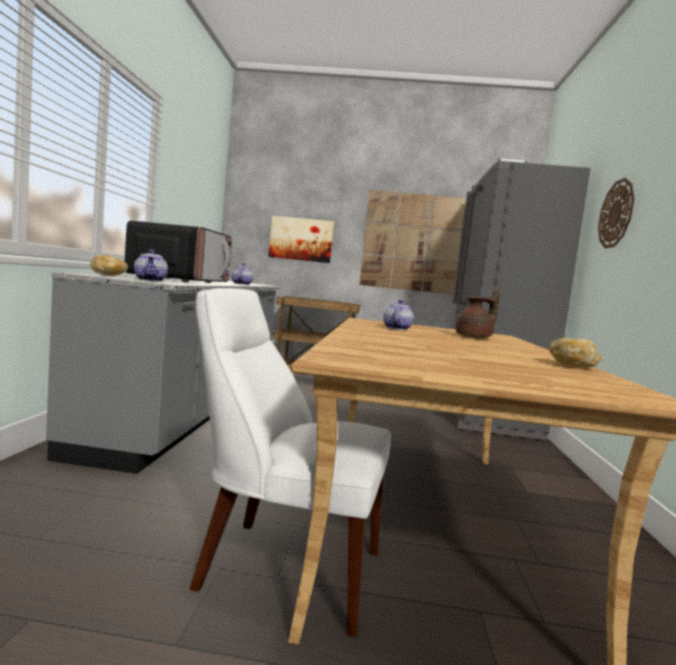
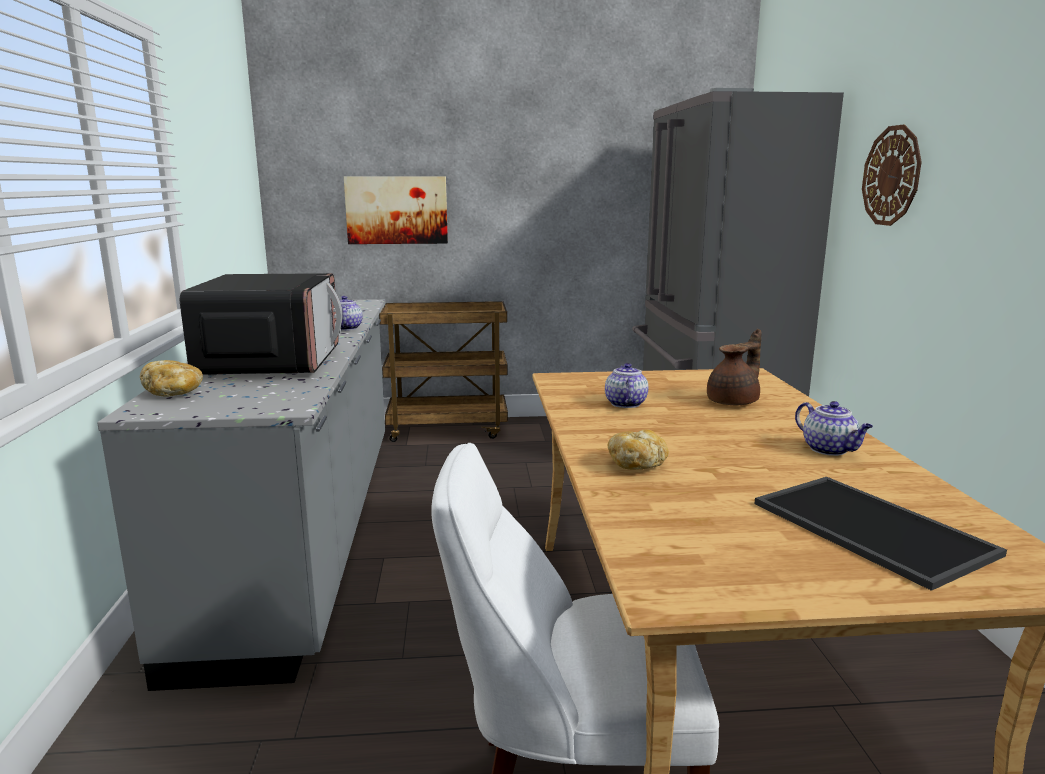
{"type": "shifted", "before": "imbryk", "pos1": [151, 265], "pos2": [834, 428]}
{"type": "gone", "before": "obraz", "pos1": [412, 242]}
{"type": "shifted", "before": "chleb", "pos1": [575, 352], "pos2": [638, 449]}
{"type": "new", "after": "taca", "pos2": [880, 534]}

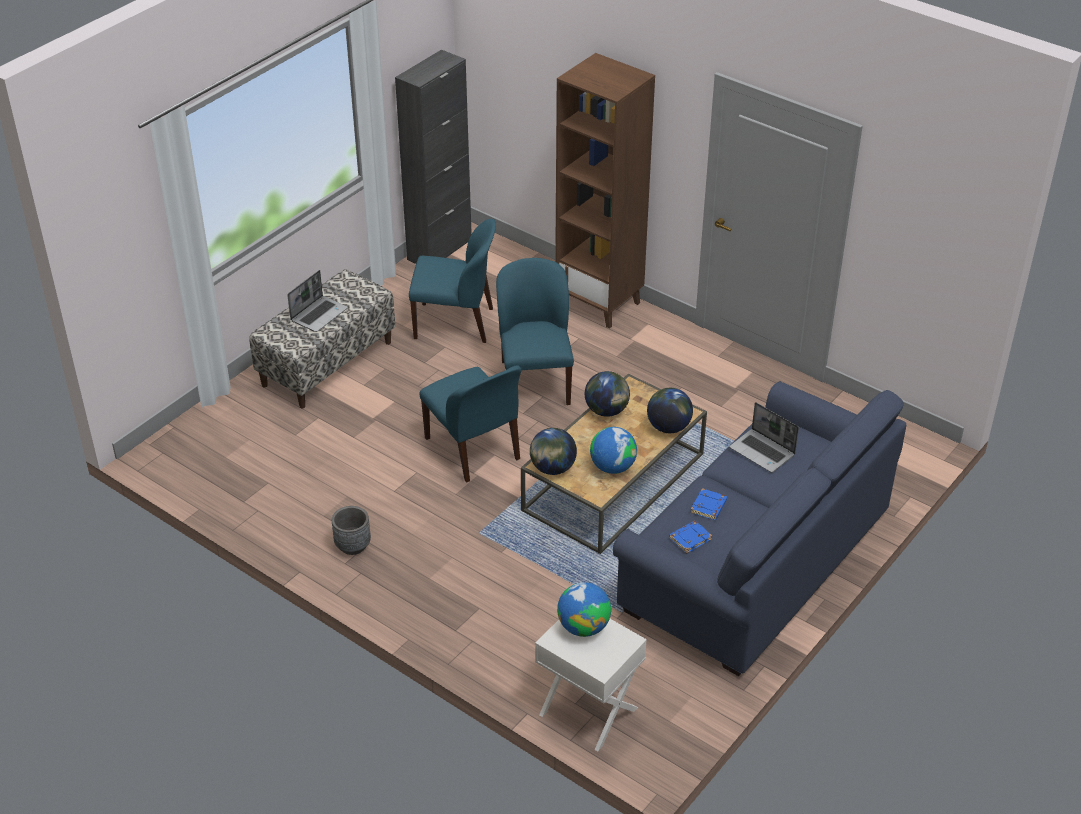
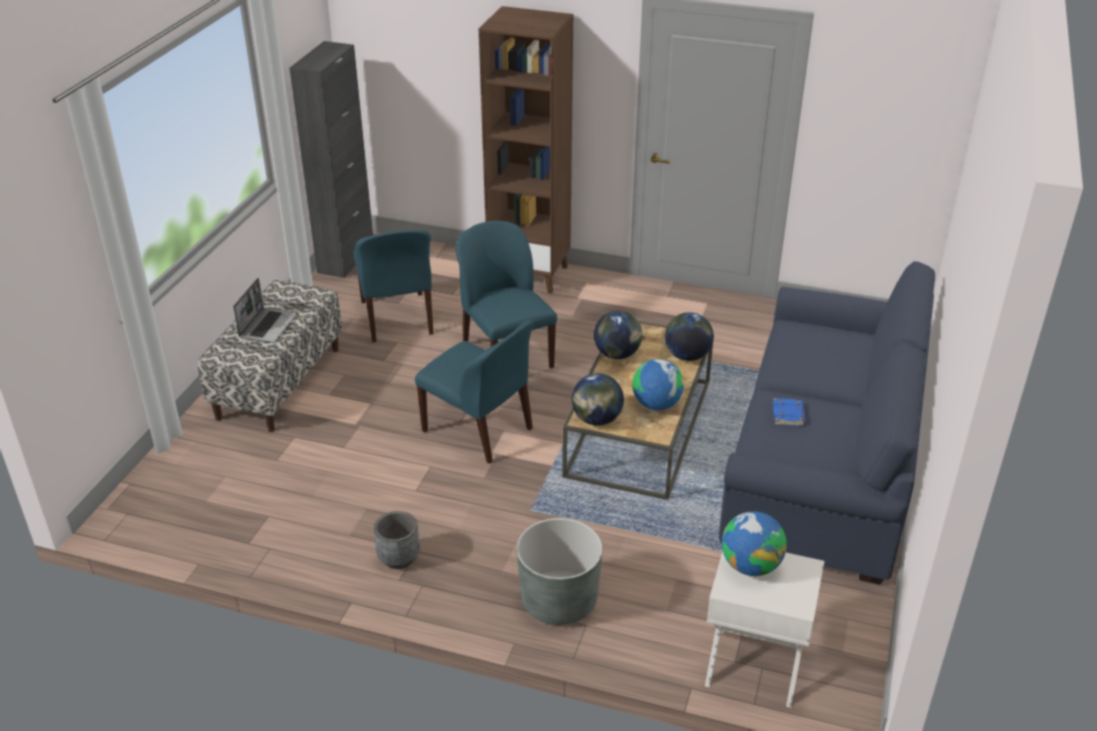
{"type": "rotated", "before": "krzesło (niebieski)", "pos1": [452, 281], "pos2": [394, 286], "turn": 90}
{"type": "gone", "before": "książka (niebieski)", "pos1": [690, 537]}
{"type": "gone", "before": "laptop", "pos1": [764, 437]}
{"type": "new", "after": "donica (szary)", "pos2": [560, 571]}

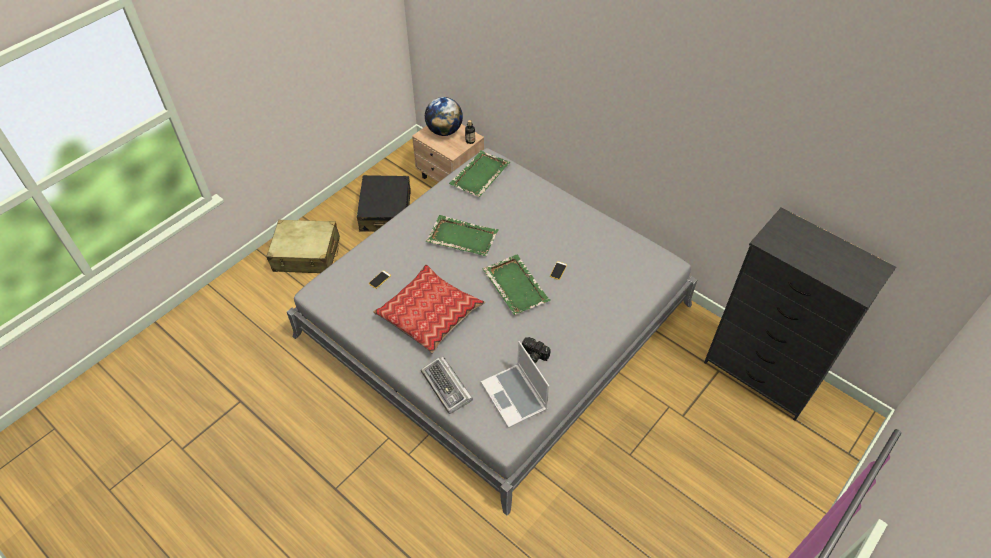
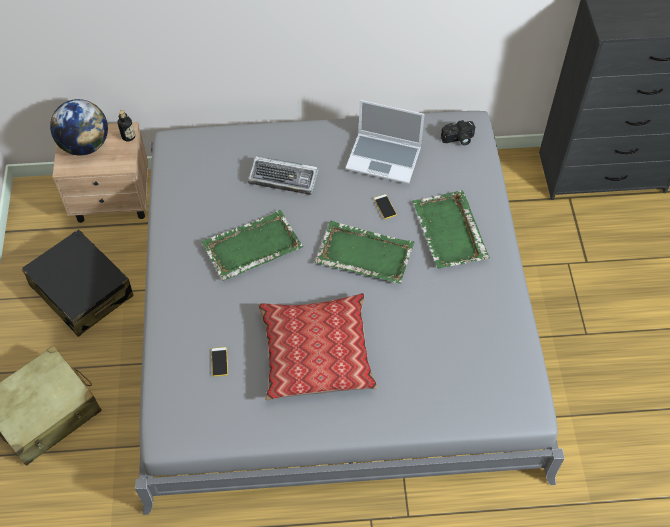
{"type": "shifted", "before": "klawiatura", "pos1": [447, 385], "pos2": [283, 175]}
{"type": "shifted", "before": "taca (zielony)", "pos1": [479, 173], "pos2": [451, 229]}
{"type": "shifted", "before": "laptop", "pos1": [515, 384], "pos2": [385, 142]}
{"type": "shifted", "before": "aparat fotograficzny", "pos1": [536, 350], "pos2": [458, 132]}

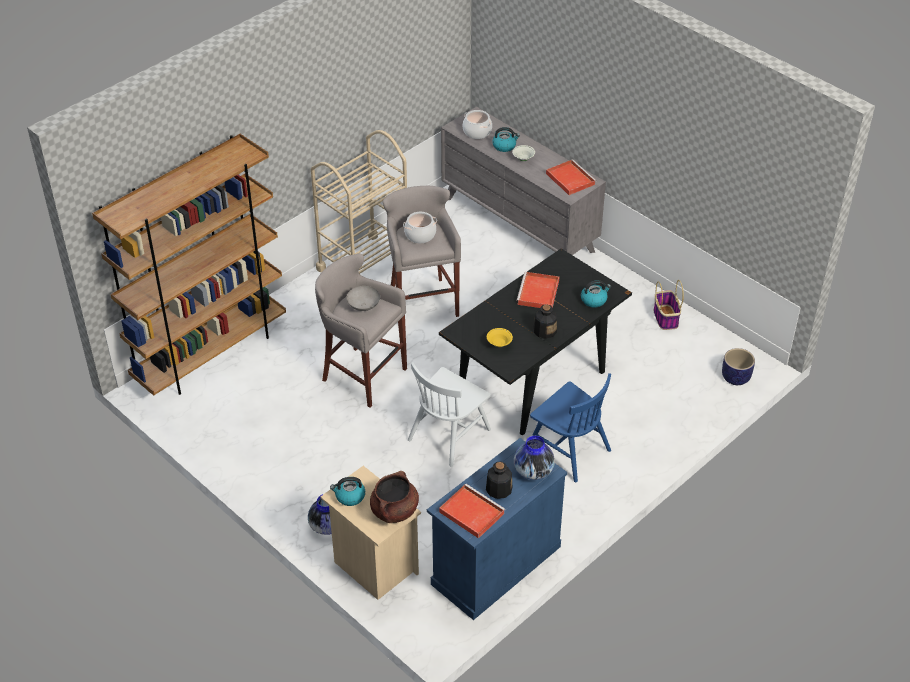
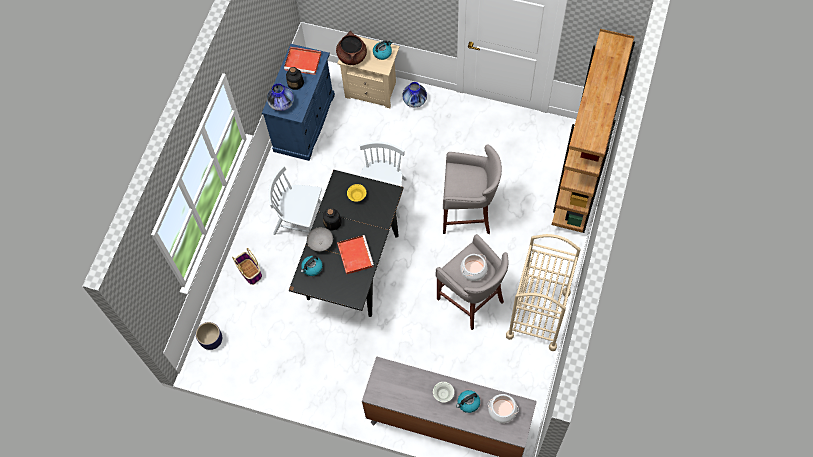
{"type": "shifted", "before": "miska (szary)", "pos1": [363, 298], "pos2": [320, 239]}
{"type": "repainted", "before": "krzesło (niebieski)", "after": "krzesło (biały)", "pos1": [570, 427], "pos2": [295, 200]}
{"type": "gone", "before": "taca (czerwony)", "pos1": [571, 177]}
{"type": "shifted", "before": "koszyk", "pos1": [669, 305], "pos2": [247, 266]}

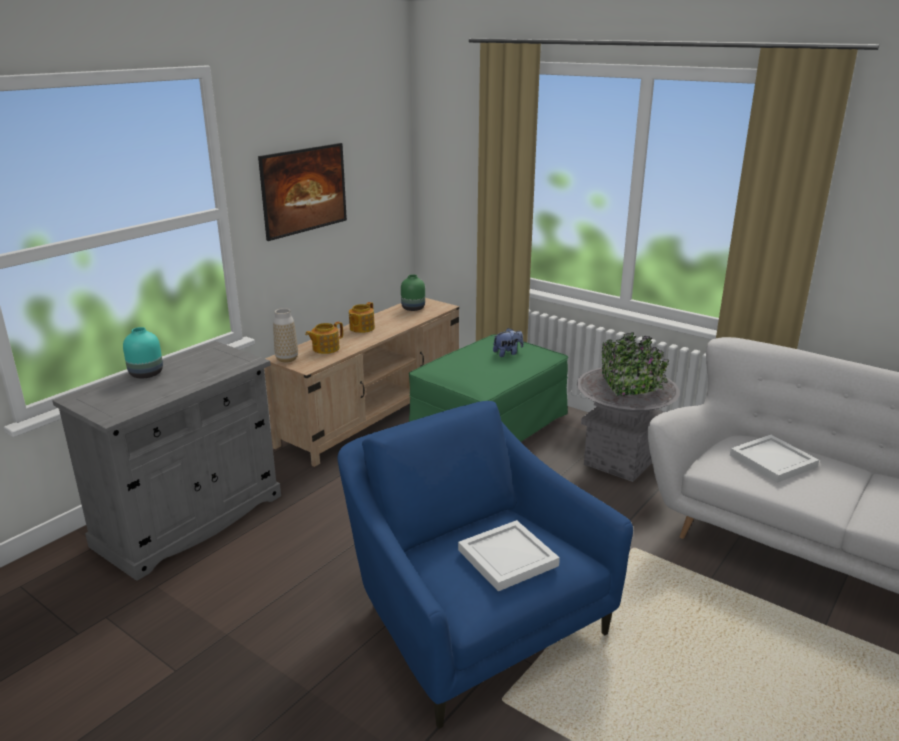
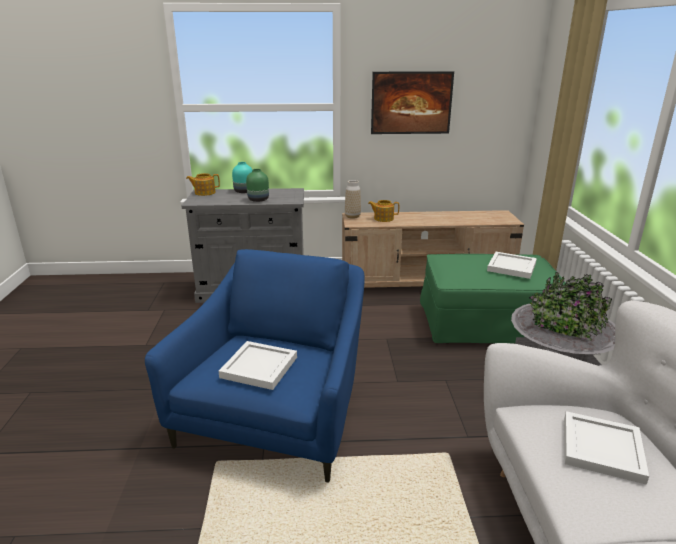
{"type": "shifted", "before": "imbryk", "pos1": [362, 317], "pos2": [203, 184]}
{"type": "shifted", "before": "wazon (zielony)", "pos1": [413, 292], "pos2": [257, 185]}
{"type": "swapped", "before": "pluszak", "after": "taca (biały)", "pos1": [508, 342], "pos2": [512, 265]}

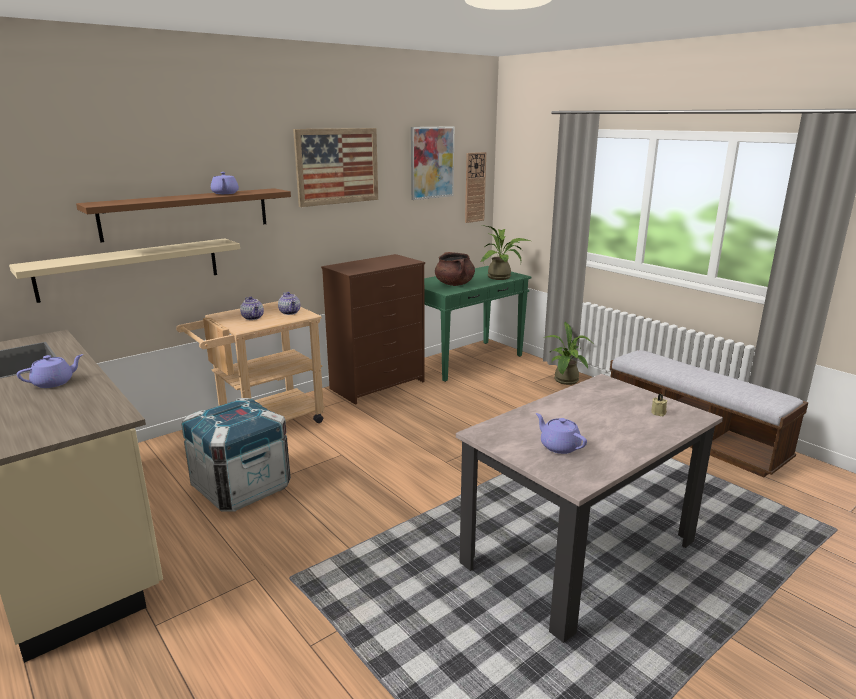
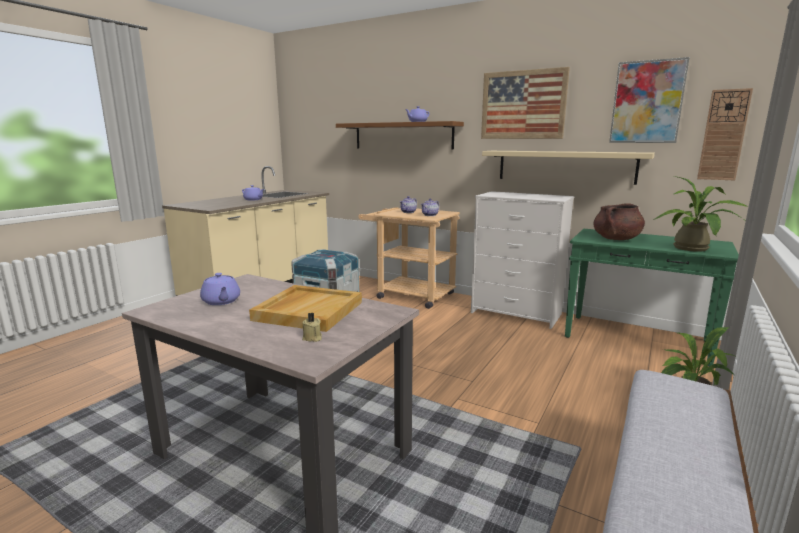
{"type": "shifted", "before": "półka (beżowy)", "pos1": [124, 270], "pos2": [568, 168]}
{"type": "repainted", "before": "komoda (brązowy)", "after": "komoda (biały)", "pos1": [373, 329], "pos2": [522, 260]}
{"type": "rotated", "before": "imbryk (fioletowy)", "pos1": [561, 433], "pos2": [220, 289], "turn": 120}
{"type": "new", "after": "taca (beżowy)", "pos2": [305, 308]}

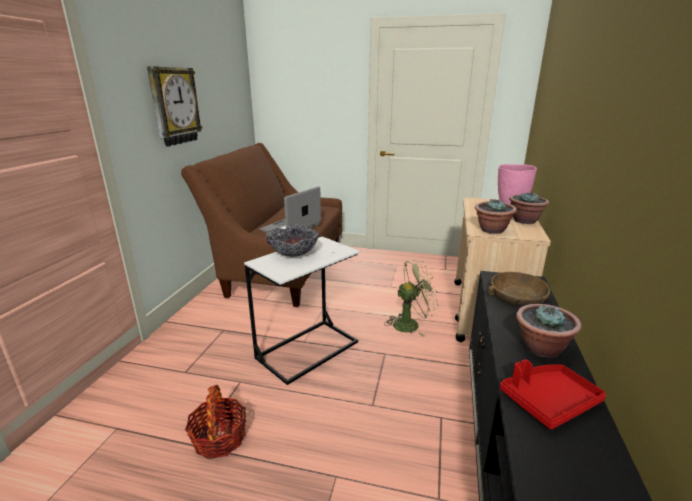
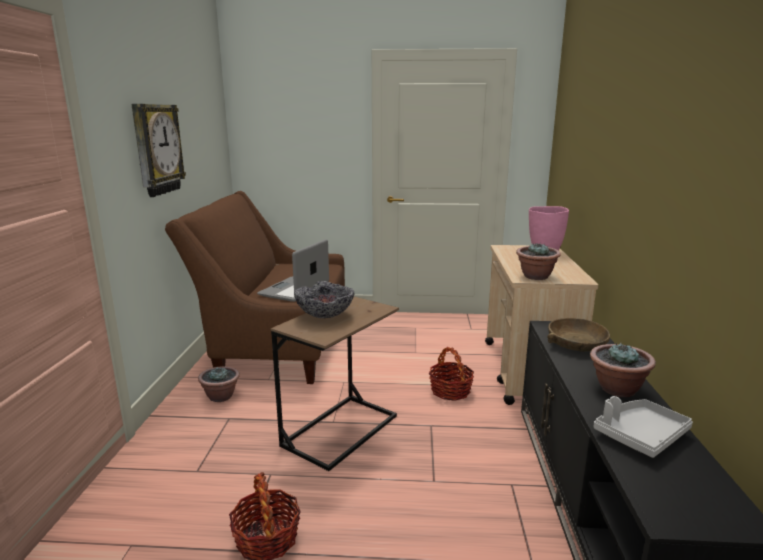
{"type": "repainted", "before": "stolik (biały)", "after": "stolik (brązowy)", "pos1": [302, 310], "pos2": [335, 383]}
{"type": "swapped", "before": "wentylator (zielony)", "after": "koszyk", "pos1": [412, 298], "pos2": [451, 374]}
{"type": "repainted", "before": "taca (czerwony)", "after": "taca (szary)", "pos1": [553, 394], "pos2": [643, 427]}
{"type": "shifted", "before": "roślina doniczkowa", "pos1": [529, 208], "pos2": [219, 384]}

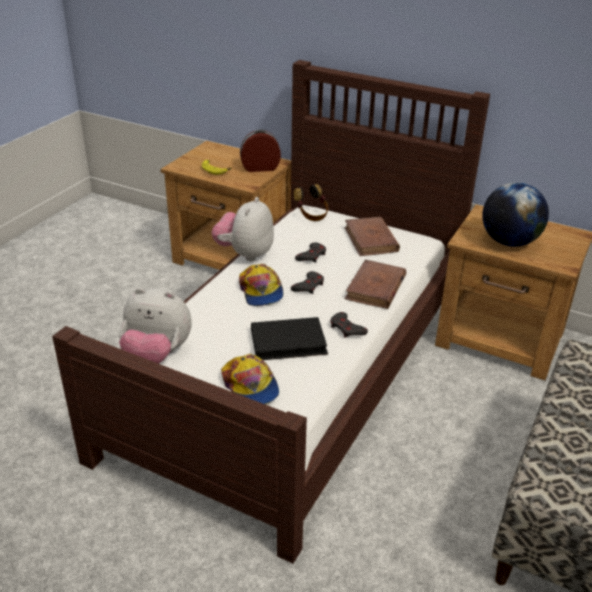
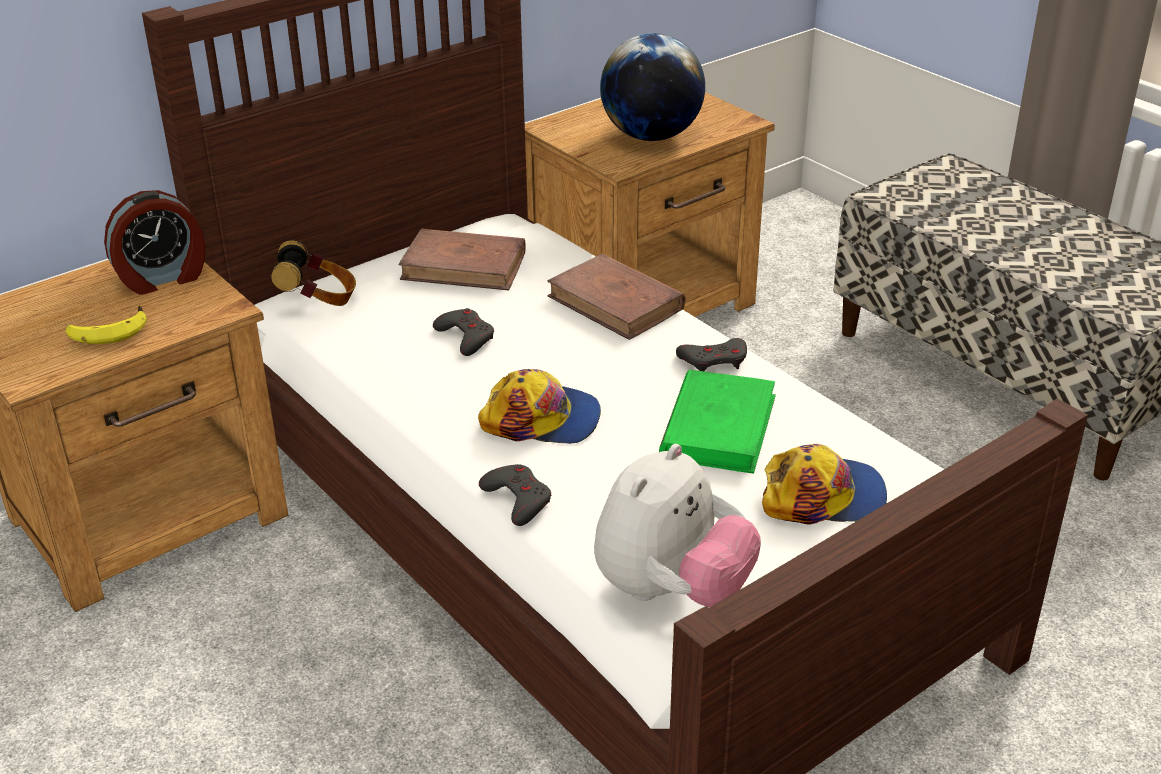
{"type": "gone", "before": "pluszak", "pos1": [243, 229]}
{"type": "rotated", "before": "budzik", "pos1": [260, 151], "pos2": [154, 242], "turn": -135}
{"type": "repainted", "before": "książka (czarny)", "after": "książka (zielony)", "pos1": [289, 338], "pos2": [717, 422]}
{"type": "shifted", "before": "pad do gier (szary)", "pos1": [307, 282], "pos2": [515, 495]}

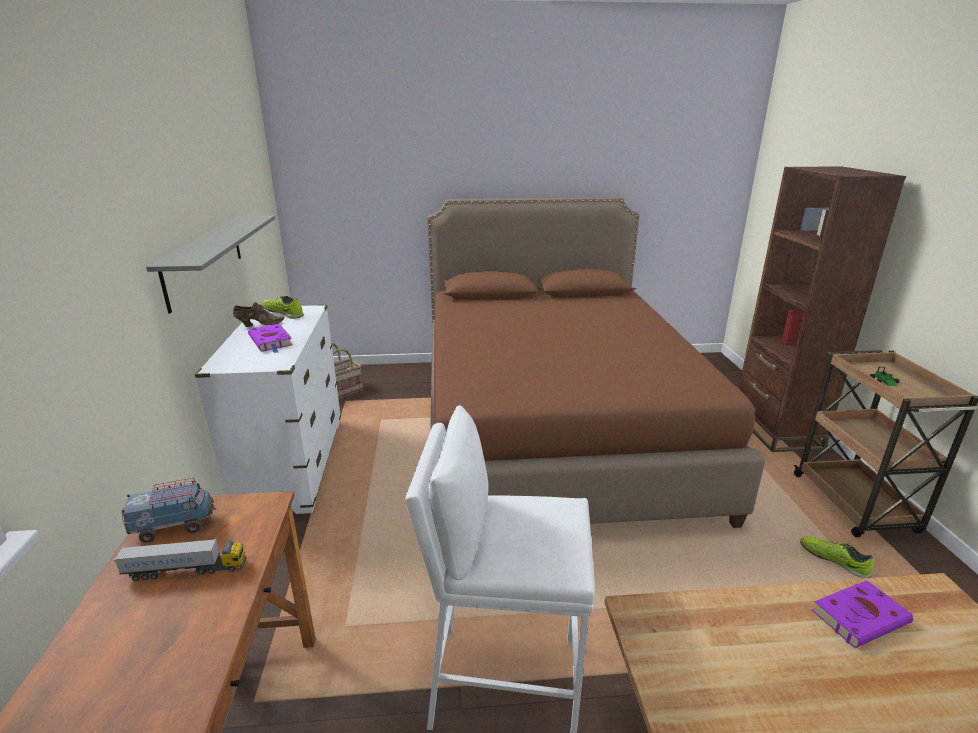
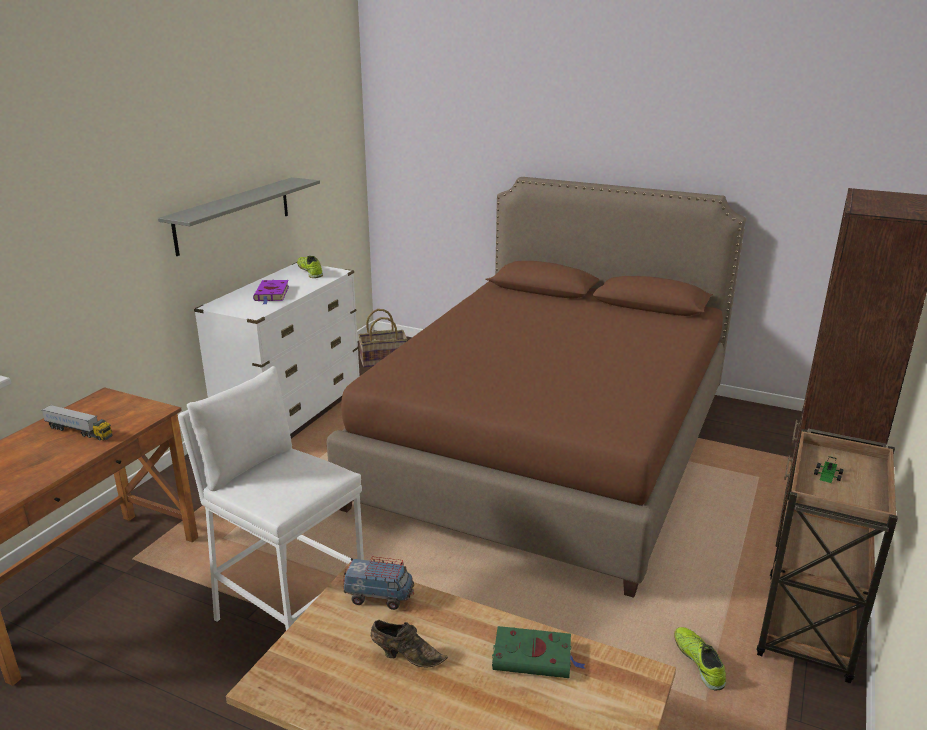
{"type": "shifted", "before": "ciężarówka zabawkowa", "pos1": [169, 510], "pos2": [378, 583]}
{"type": "shifted", "before": "but (brązowy)", "pos1": [259, 314], "pos2": [409, 643]}
{"type": "repainted", "before": "książka (fioletowy)", "after": "książka (zielony)", "pos1": [862, 614], "pos2": [538, 652]}

